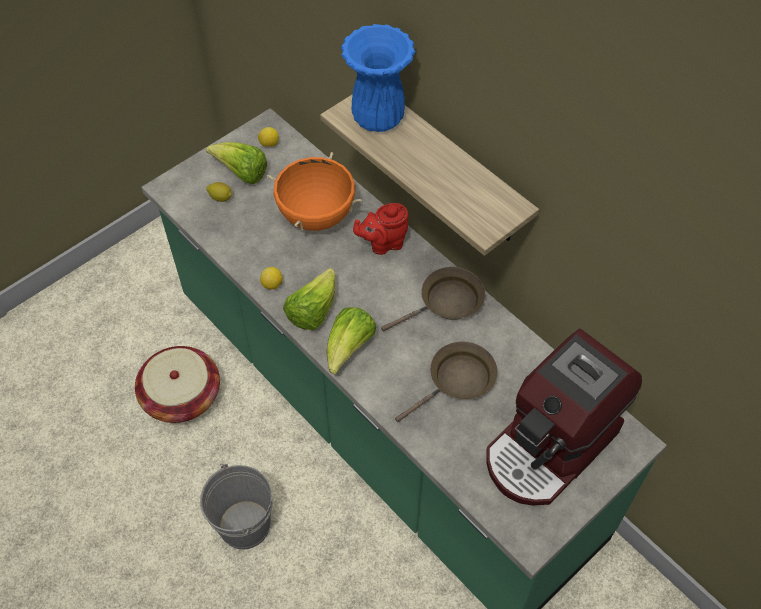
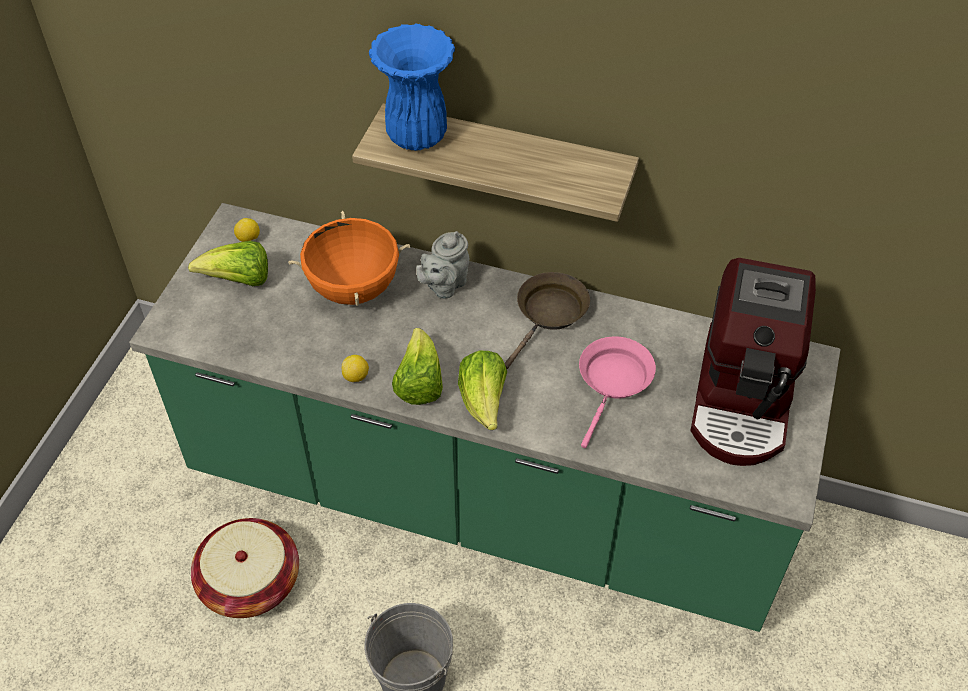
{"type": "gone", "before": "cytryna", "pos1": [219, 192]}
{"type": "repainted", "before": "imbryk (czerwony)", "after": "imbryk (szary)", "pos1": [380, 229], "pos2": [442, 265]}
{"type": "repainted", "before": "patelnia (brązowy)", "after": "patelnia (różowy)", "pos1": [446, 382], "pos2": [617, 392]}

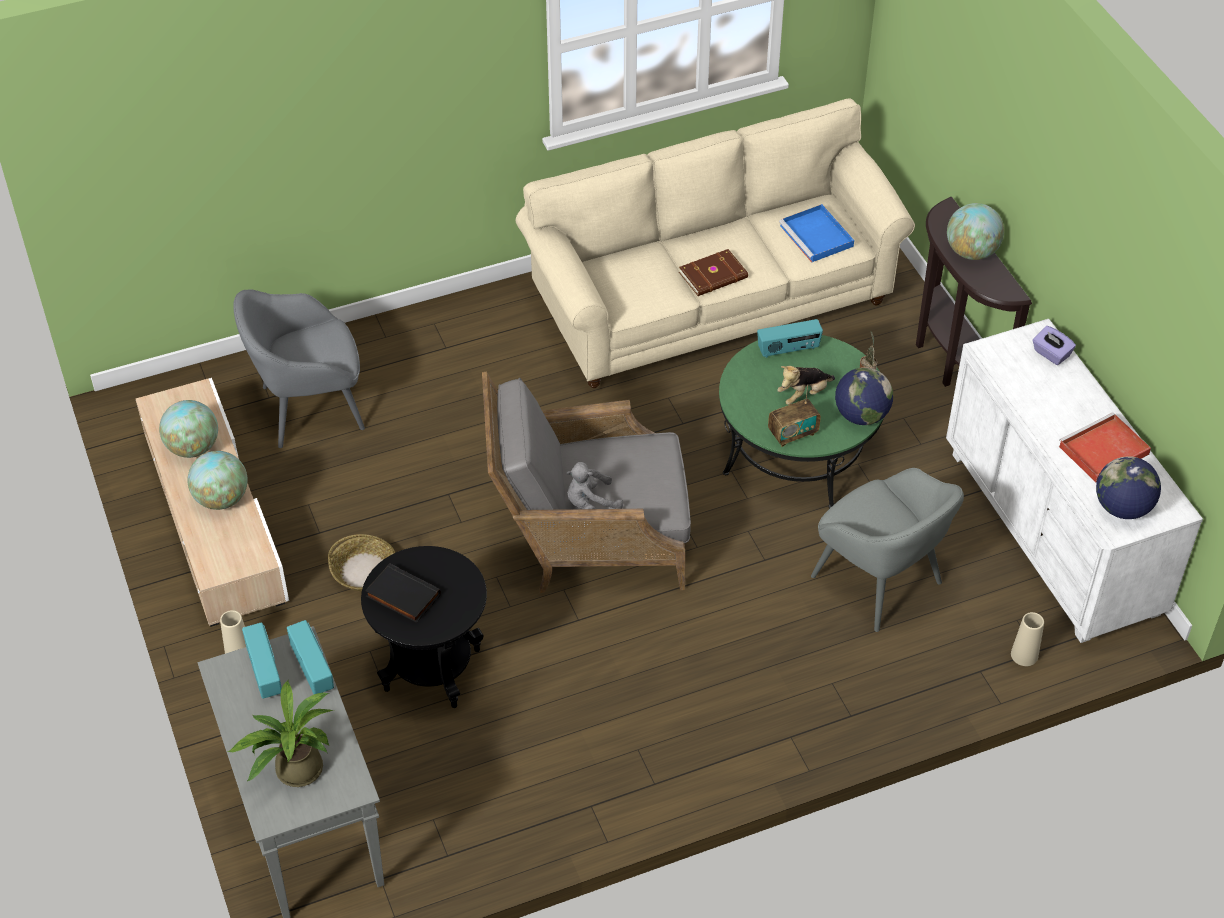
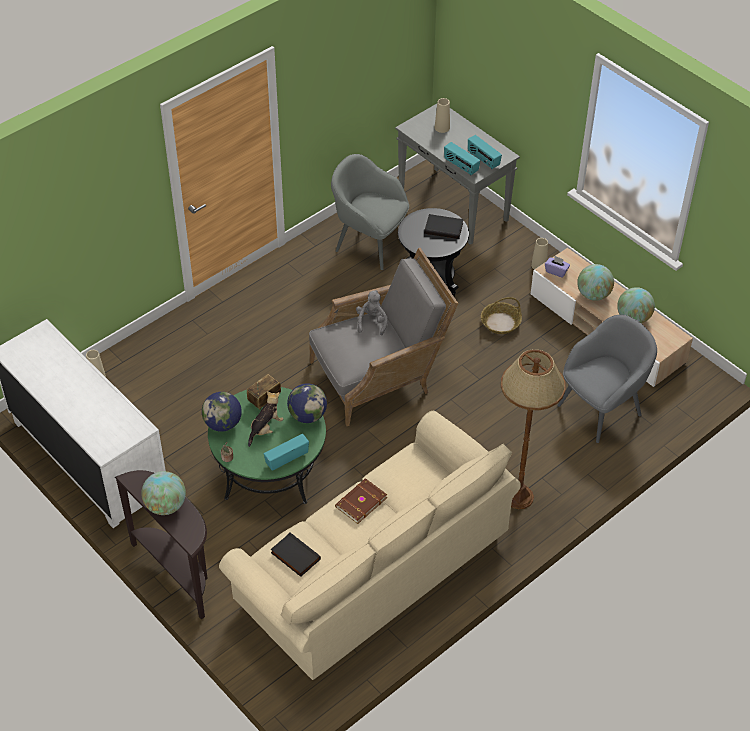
{"type": "swapped", "before": "roślina doniczkowa", "after": "wazon (beżowy)", "pos1": [280, 734], "pos2": [442, 115]}
{"type": "rotated", "before": "pluszak (szary)", "pos1": [595, 485], "pos2": [372, 312], "turn": -45}
{"type": "swapped", "before": "taca (niebieski)", "after": "książka (czarny)", "pos1": [816, 233], "pos2": [296, 555]}
{"type": "shifted", "before": "fotel (szary)", "pos1": [887, 550], "pos2": [370, 212]}
{"type": "shifted", "before": "pudełko chusteczek (fioletowy)", "pos1": [1054, 345], "pos2": [557, 267]}
{"type": "gone", "before": "taca (czerwony)", "pos1": [1105, 447]}
{"type": "shifted", "before": "globus", "pos1": [1128, 487], "pos2": [307, 403]}
{"type": "new", "after": "lampa stojąca (brązowy)", "pos2": [533, 429]}

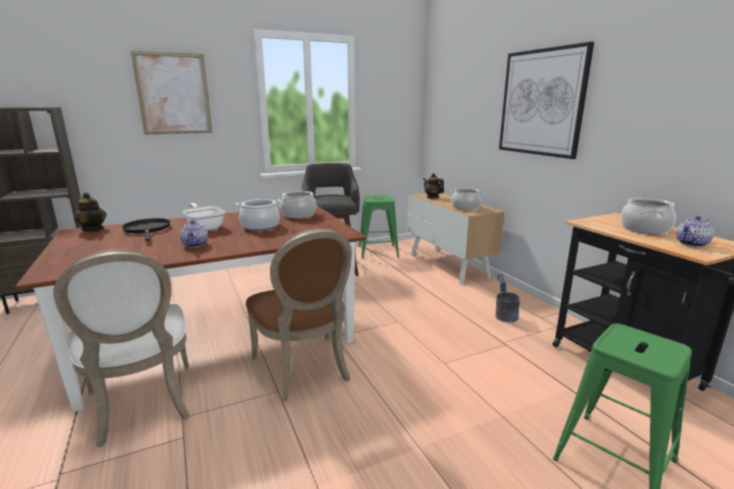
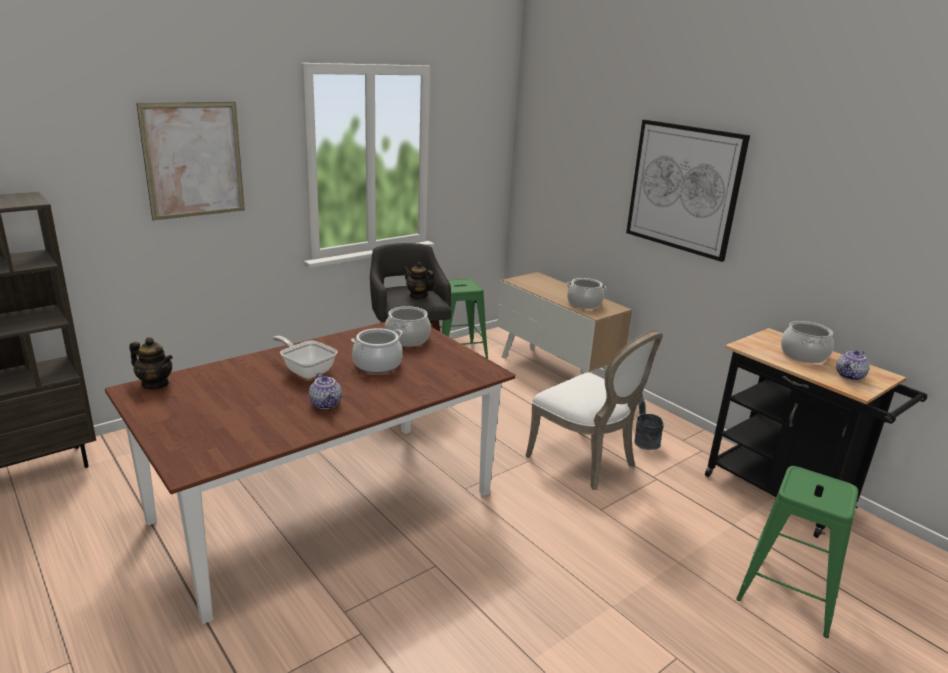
{"type": "shifted", "before": "krzesło (biały)", "pos1": [121, 348], "pos2": [594, 410]}
{"type": "gone", "before": "patelnia (czarny)", "pos1": [146, 229]}
{"type": "gone", "before": "krzesło (brązowy)", "pos1": [299, 314]}
{"type": "shifted", "before": "imbryk", "pos1": [433, 186], "pos2": [419, 280]}

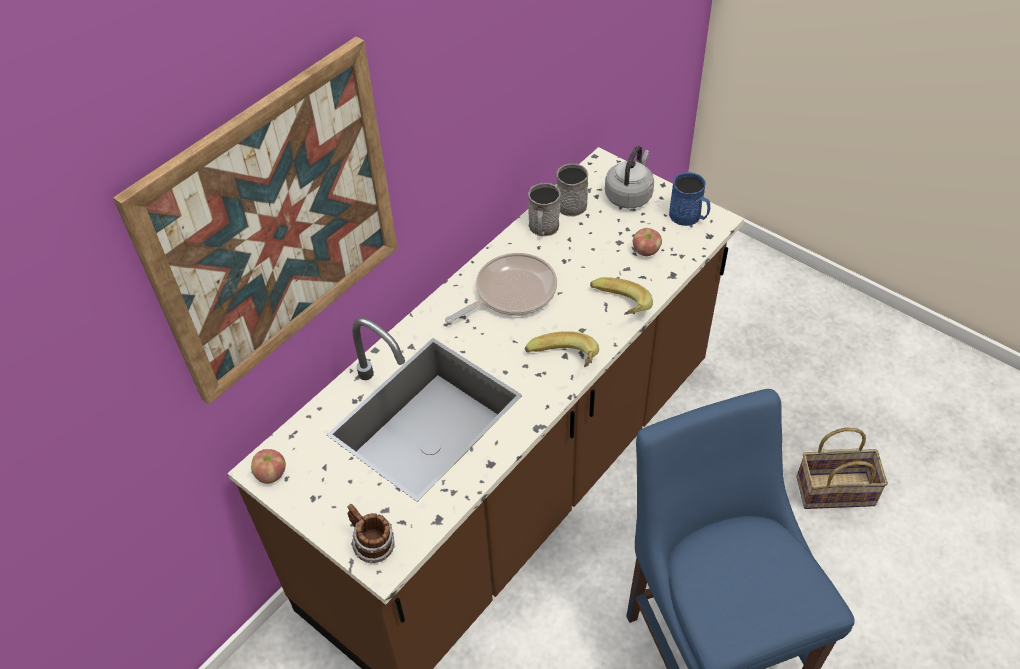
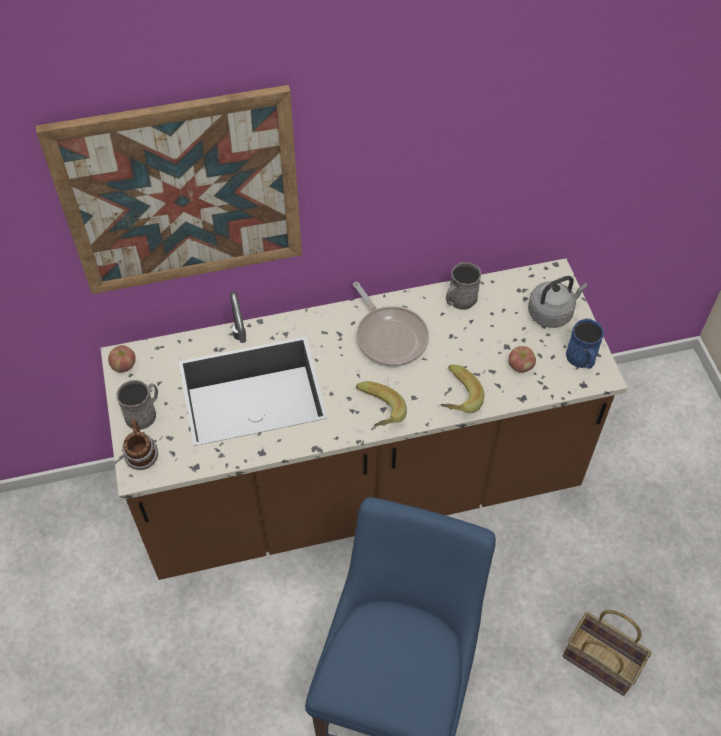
{"type": "rotated", "before": "patelnia", "pos1": [501, 288], "pos2": [391, 324], "turn": 60}
{"type": "shifted", "before": "kubek (szary)", "pos1": [572, 189], "pos2": [137, 405]}

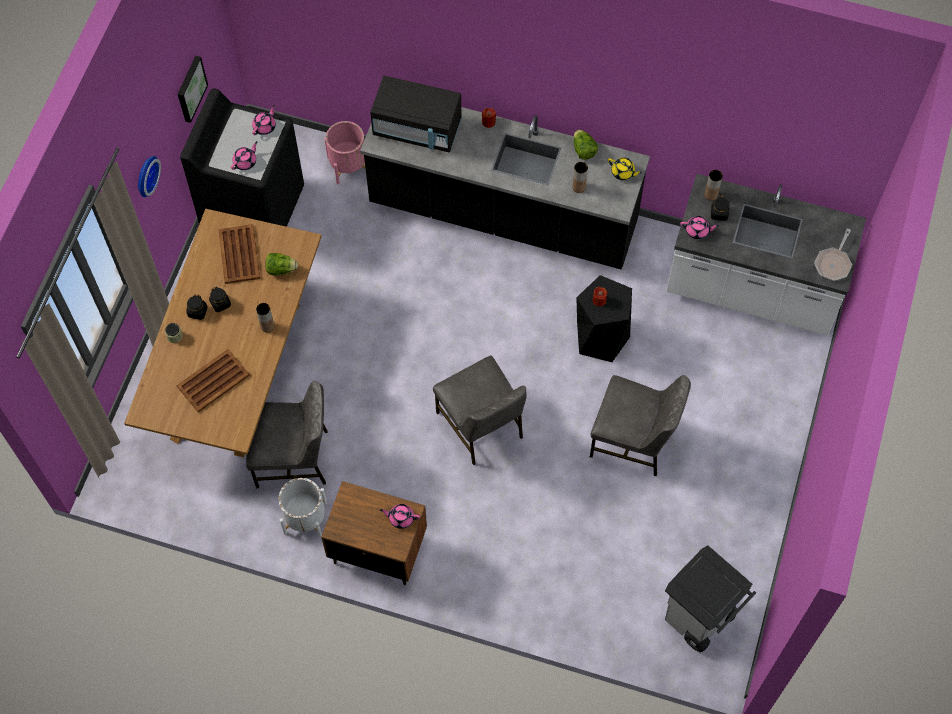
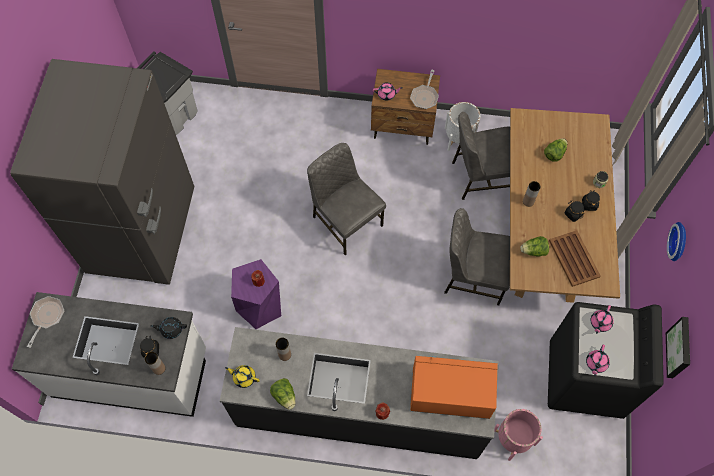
{"type": "swapped", "before": "taca (brązowy)", "after": "sałata", "pos1": [213, 380], "pos2": [555, 150]}
{"type": "repainted", "before": "mikrofalówka (czarny)", "after": "mikrofalówka (pomarańczowy)", "pos1": [416, 114], "pos2": [454, 387]}
{"type": "repainted", "before": "stołek (czarny)", "after": "stołek (fioletowy)", "pos1": [604, 318], "pos2": [256, 294]}
{"type": "shifted", "before": "krzesło (szary)", "pos1": [640, 425], "pos2": [477, 256]}
{"type": "repainted", "before": "imbryk (różowy)", "after": "imbryk (czarny)", "pos1": [699, 227], "pos2": [168, 328]}
{"type": "new", "after": "lodówka (szary)", "pos2": [102, 172]}
{"type": "new", "after": "patelnia", "pos2": [424, 89]}

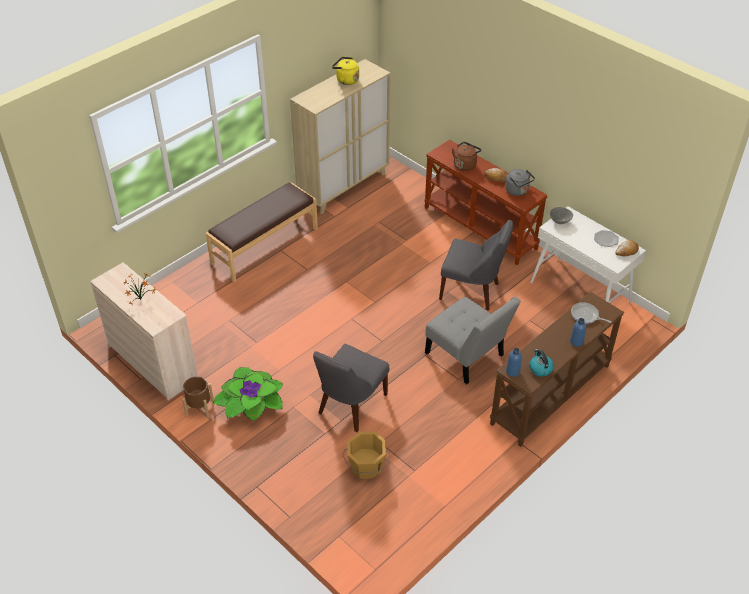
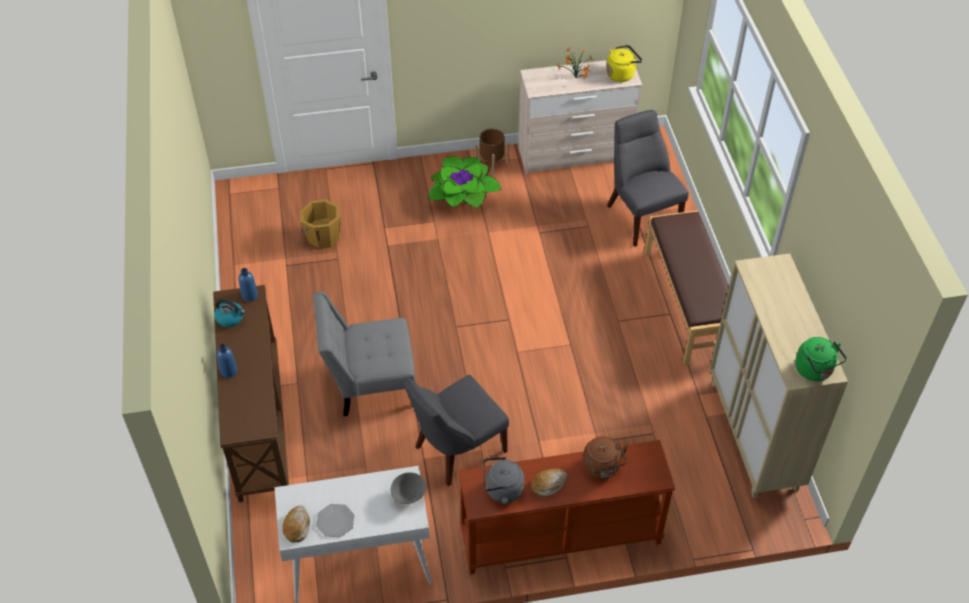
{"type": "shifted", "before": "krzesło (szary)", "pos1": [351, 388], "pos2": [648, 178]}
{"type": "shifted", "before": "czajnik (żółty)", "pos1": [345, 71], "pos2": [624, 63]}
{"type": "gone", "before": "patelnia", "pos1": [591, 313]}
{"type": "new", "after": "czajnik (zielony)", "pos2": [821, 359]}

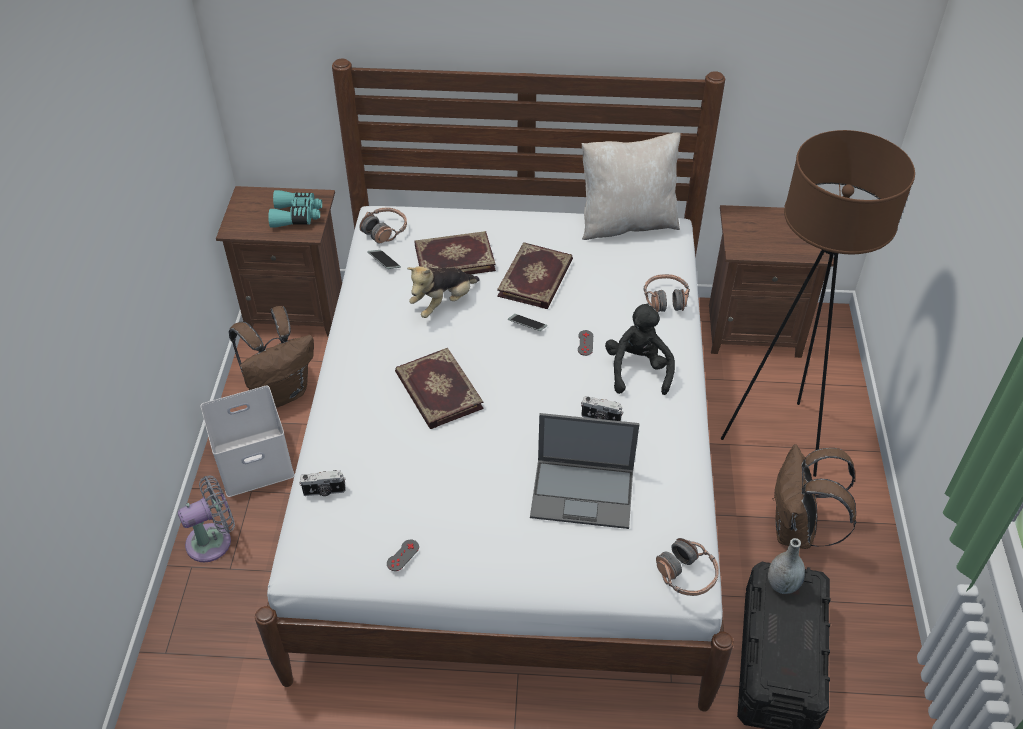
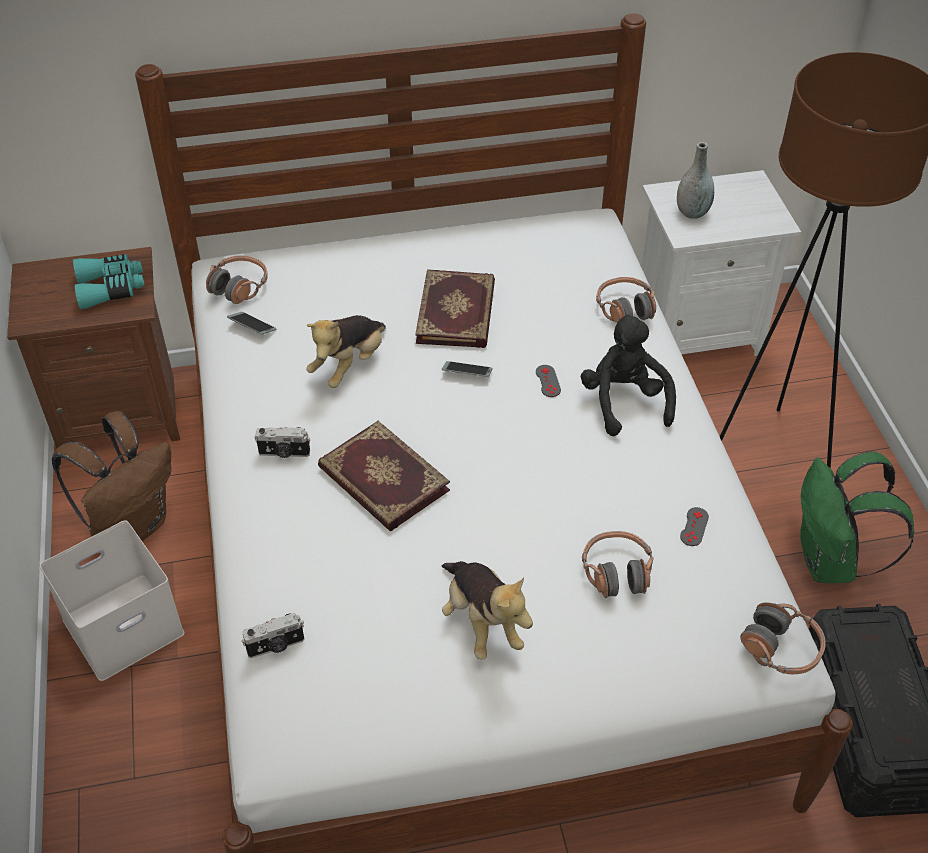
{"type": "gone", "before": "wentylator (szary)", "pos1": [206, 518]}
{"type": "shifted", "before": "pad do gier (szary)", "pos1": [403, 555], "pos2": [694, 526]}
{"type": "gone", "before": "książka", "pos1": [455, 252]}
{"type": "swapped", "before": "laptop", "after": "słuchawki", "pos1": [585, 471], "pos2": [618, 564]}
{"type": "shifted", "before": "aparat fotograficzny", "pos1": [602, 408], "pos2": [282, 442]}
{"type": "gone", "before": "poduszka (beżowy)", "pos1": [631, 186]}
{"type": "repainted", "before": "szafka nocna (brązowy)", "after": "szafka nocna (biały)", "pos1": [771, 281], "pos2": [721, 263]}
{"type": "shifted", "before": "wazon (szary)", "pos1": [786, 566], "pos2": [695, 180]}
{"type": "repainted", "before": "plecak (brązowy)", "after": "plecak (zielony)", "pos1": [814, 496], "pos2": [857, 517]}
{"type": "new", "after": "pluszak", "pos2": [487, 610]}

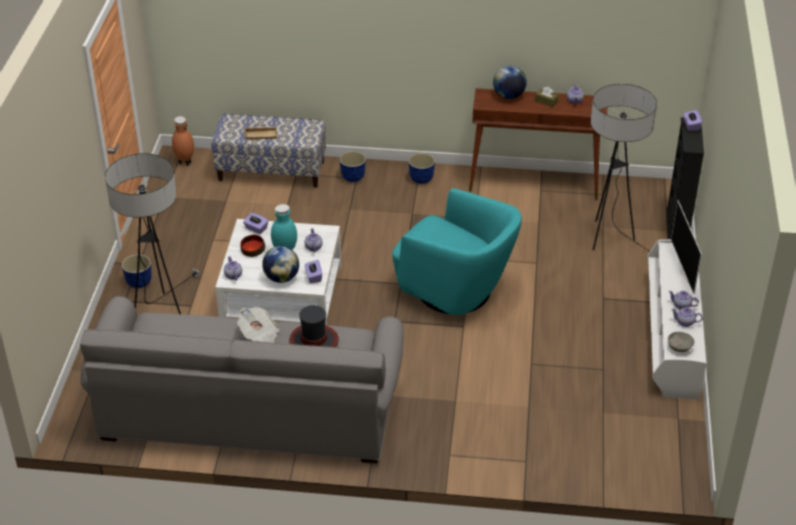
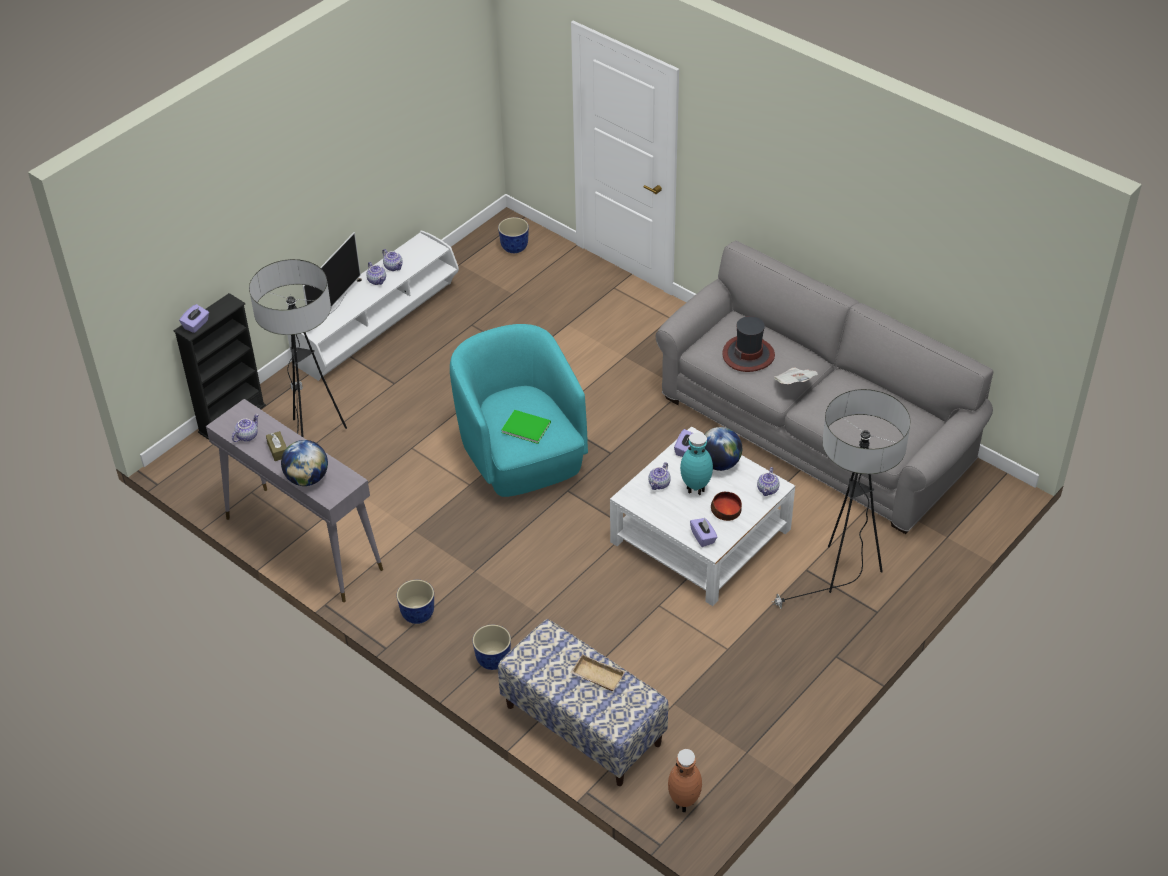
{"type": "shifted", "before": "donica", "pos1": [137, 271], "pos2": [513, 235]}
{"type": "repainted", "before": "stolik konsolowy (brązowy)", "after": "stolik konsolowy (szary)", "pos1": [538, 144], "pos2": [294, 500]}
{"type": "gone", "before": "miska (szary)", "pos1": [681, 342]}
{"type": "new", "after": "książka (zielony)", "pos2": [526, 427]}

